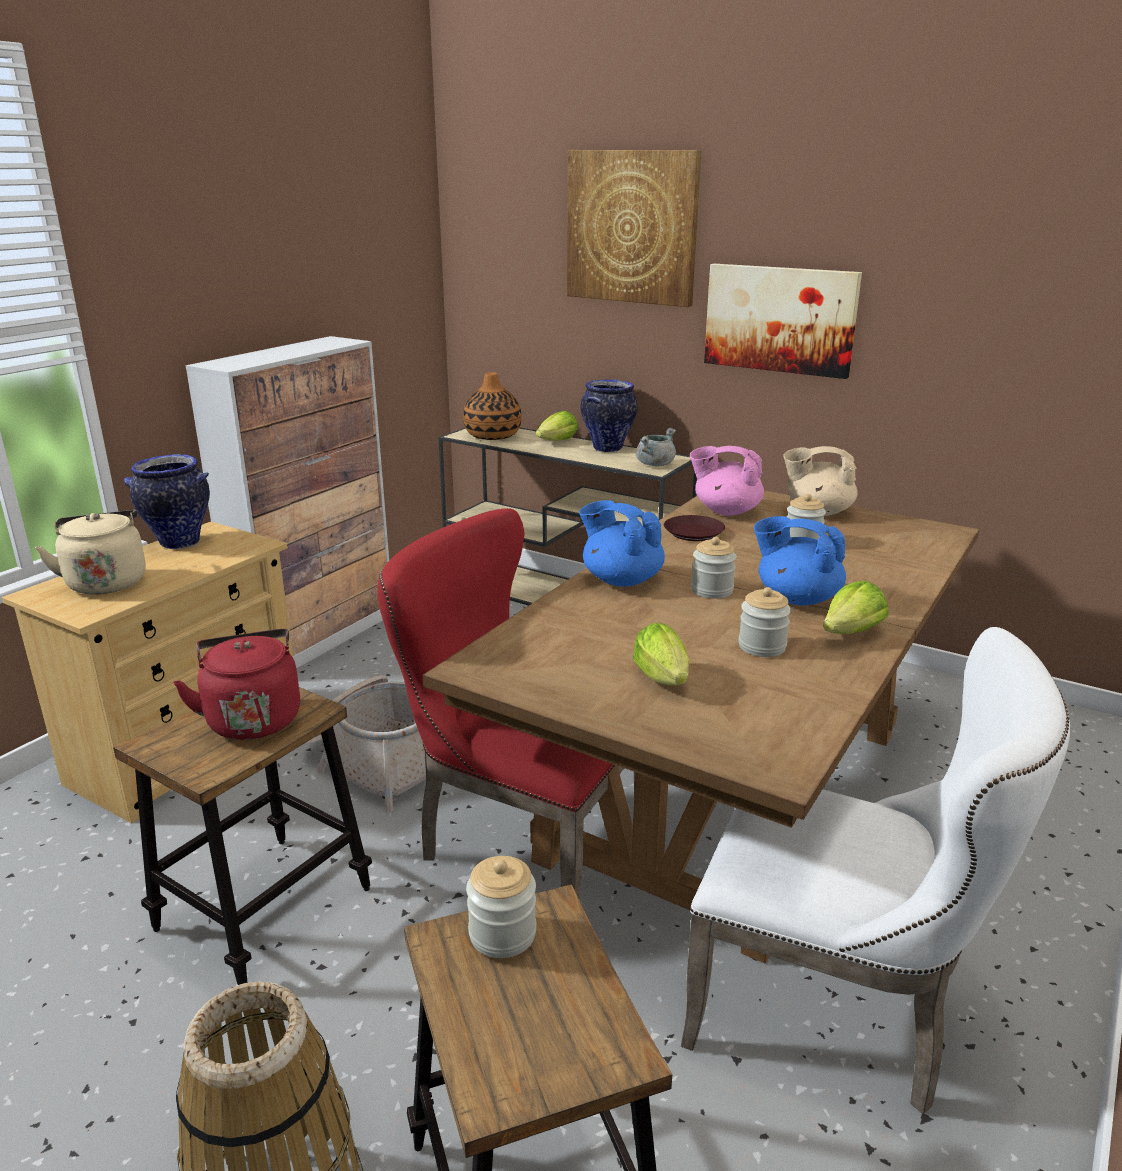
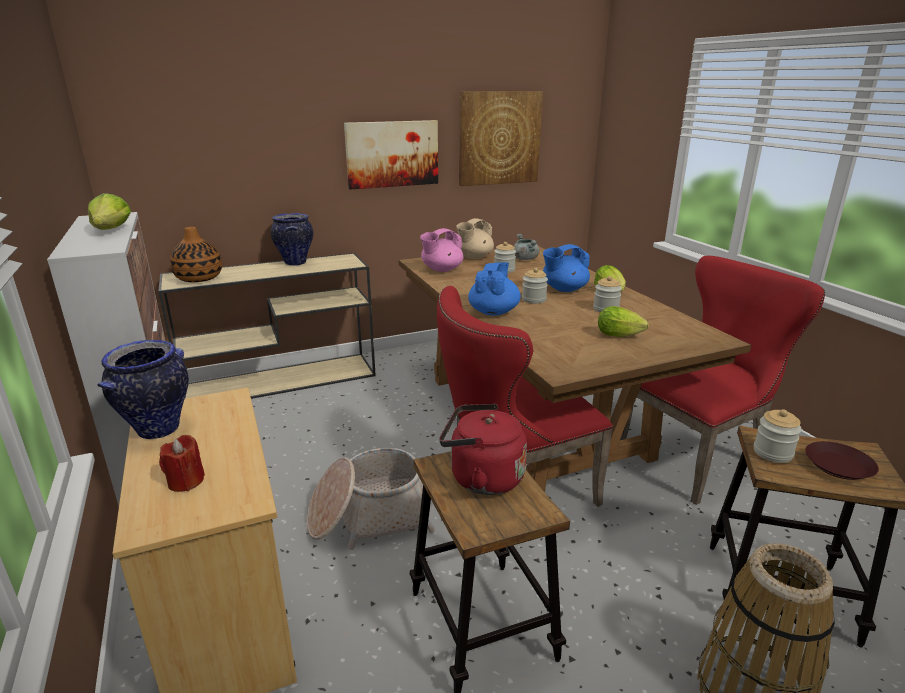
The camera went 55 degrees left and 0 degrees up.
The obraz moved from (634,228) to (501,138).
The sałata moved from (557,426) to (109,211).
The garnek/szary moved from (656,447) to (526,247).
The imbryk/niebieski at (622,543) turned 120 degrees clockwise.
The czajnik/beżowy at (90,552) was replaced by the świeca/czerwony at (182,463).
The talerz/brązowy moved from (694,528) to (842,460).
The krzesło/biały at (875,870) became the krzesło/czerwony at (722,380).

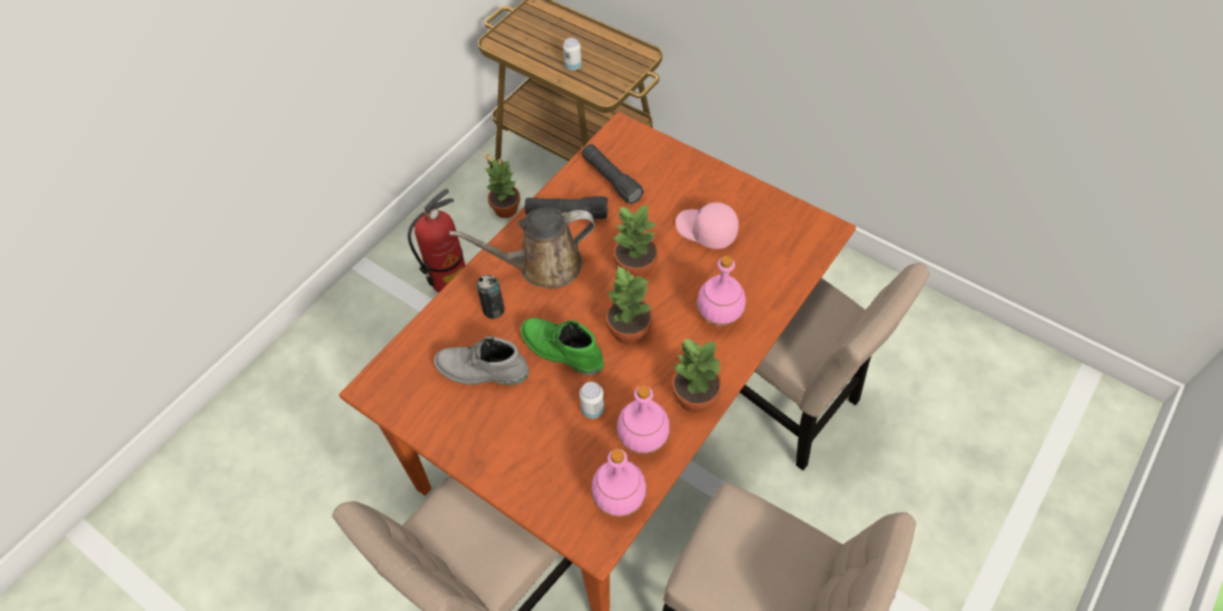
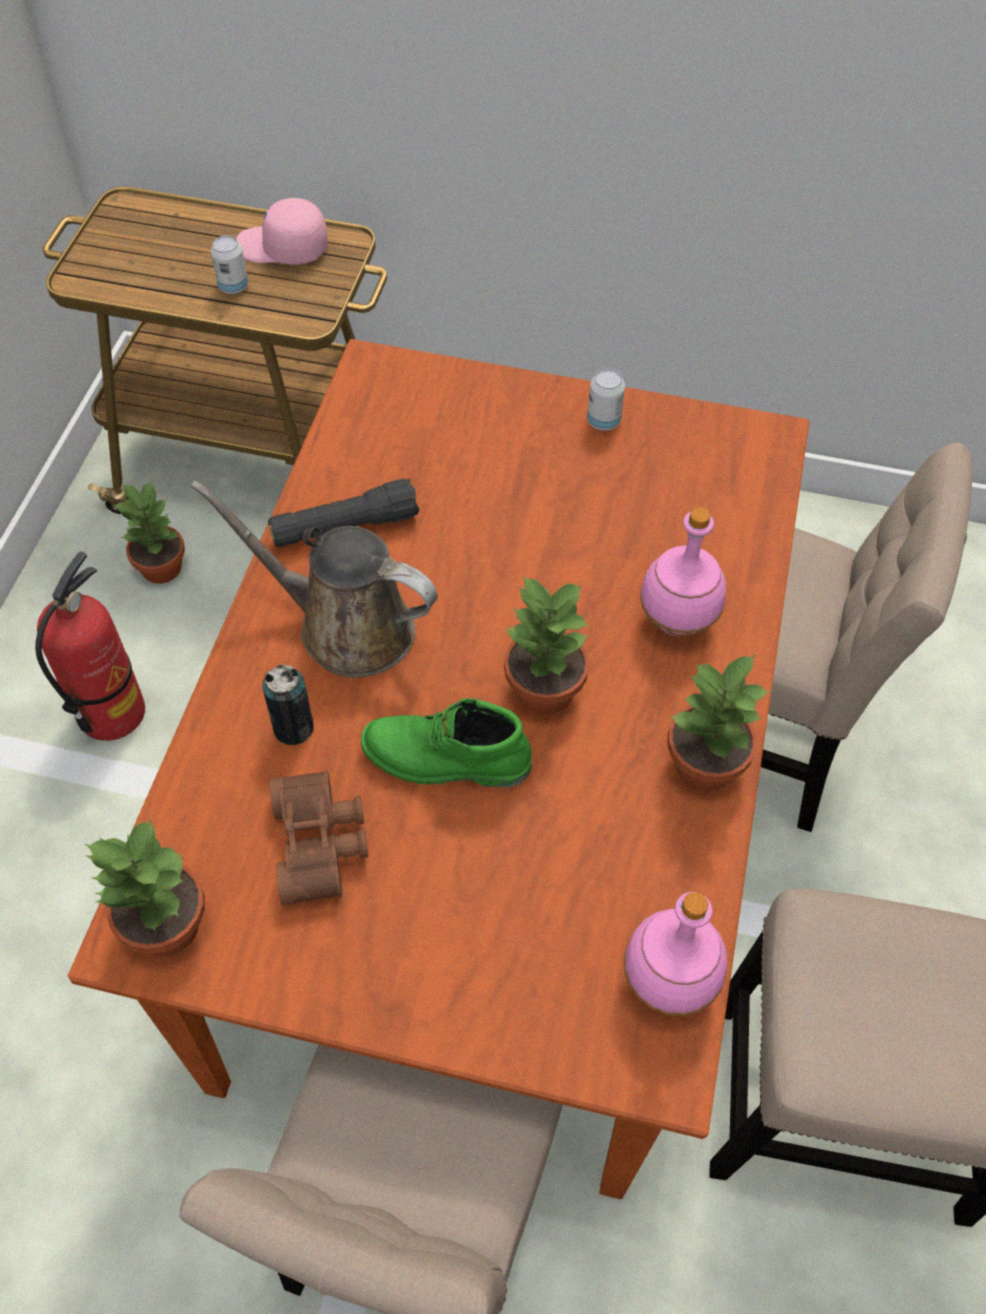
The camera went 25 degrees left and 0 degrees up.
The latarka/czarny at (613,174) disappeared.
The czapka z daszkiem/różowy moved from (707,225) to (282,231).
The roślina doniczkowa moved from (635,241) to (145,887).
The konewka/brązowy at (522,248) turned 60 degrees clockwise.
The but z cholewką/szary at (481,360) was replaced by the lornetka/brązowy at (319,838).
The puszka moved from (591,400) to (606,399).
The butelka/różowy at (643,419) disappeared.

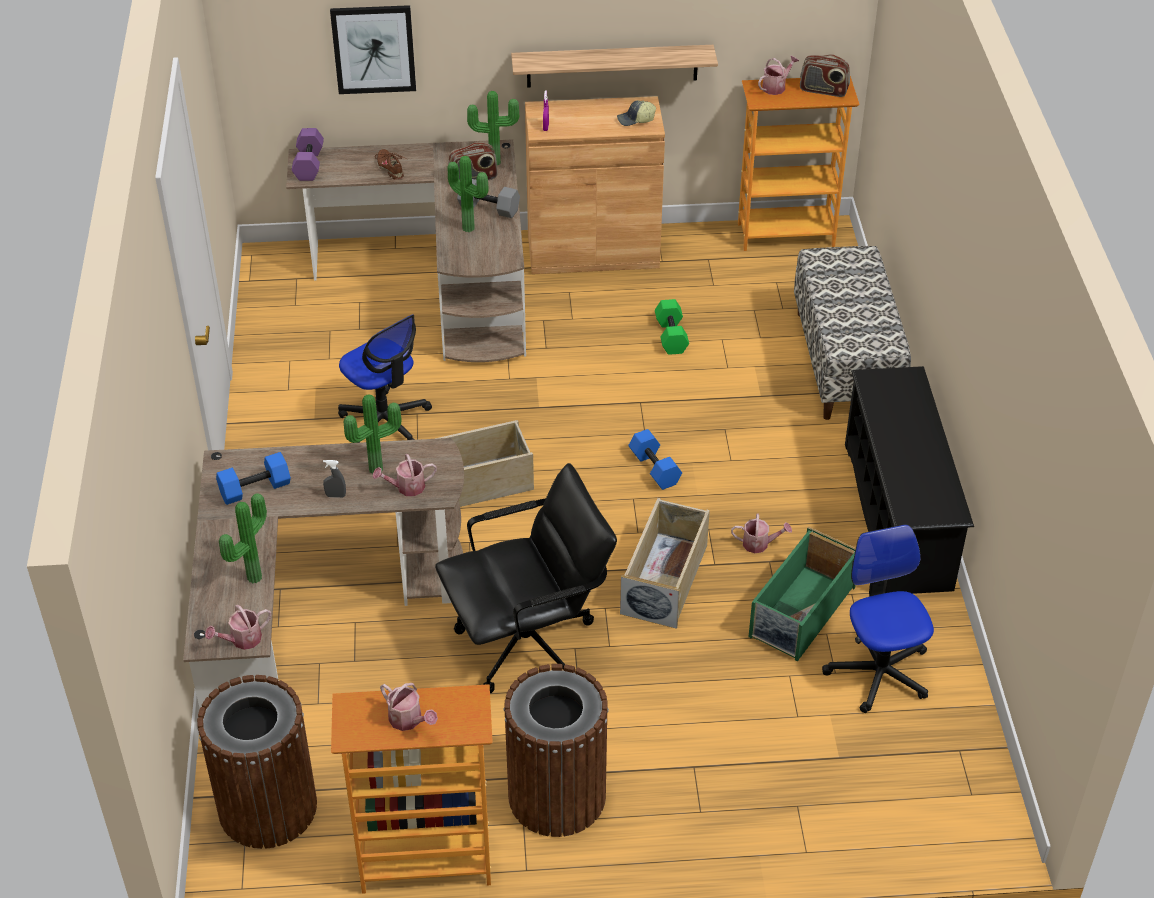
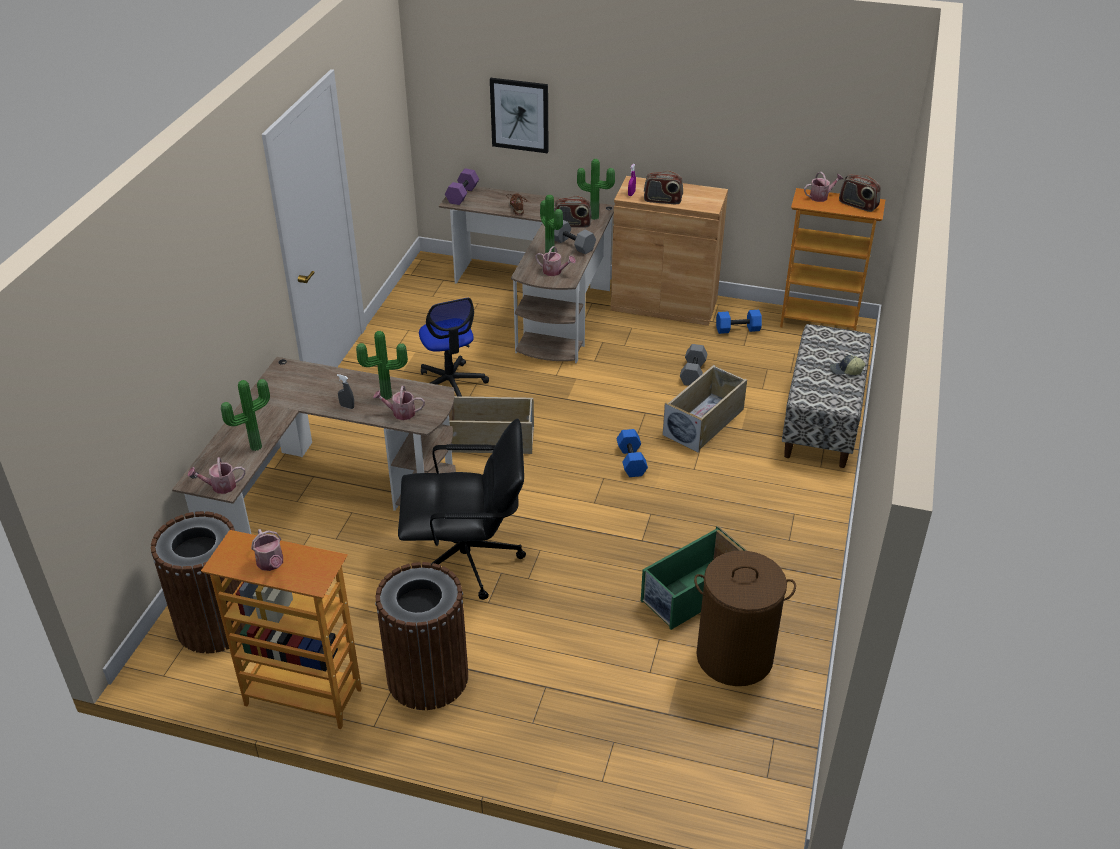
The camera went 20 degrees right and 5 degrees down.
The półka at (614,66) disappeared.
The czapka z daszkiem moved from (636,113) to (848,365).
The hantel/zielony at (672,327) became the hantel/szary at (694,365).
The regał na buty/czarny at (909,480) disappeared.
The hantel/niebieski moved from (253,478) to (739,322).
The pojemnik do przechowywania/beżowy moved from (665,563) to (705,409).
The konewka moved from (761,533) to (555,261).
The krzesło biurowe at (878,618) was replaced by the kosz na pranie/brązowy at (745,618).
The radio at (663,187) appeared.

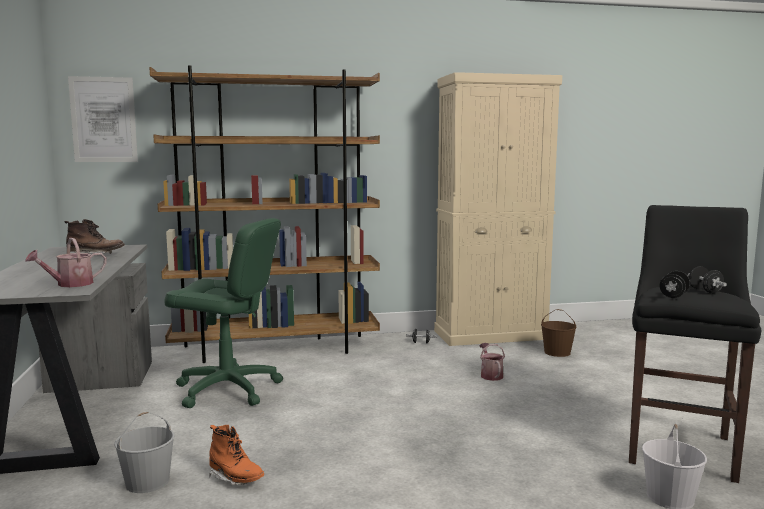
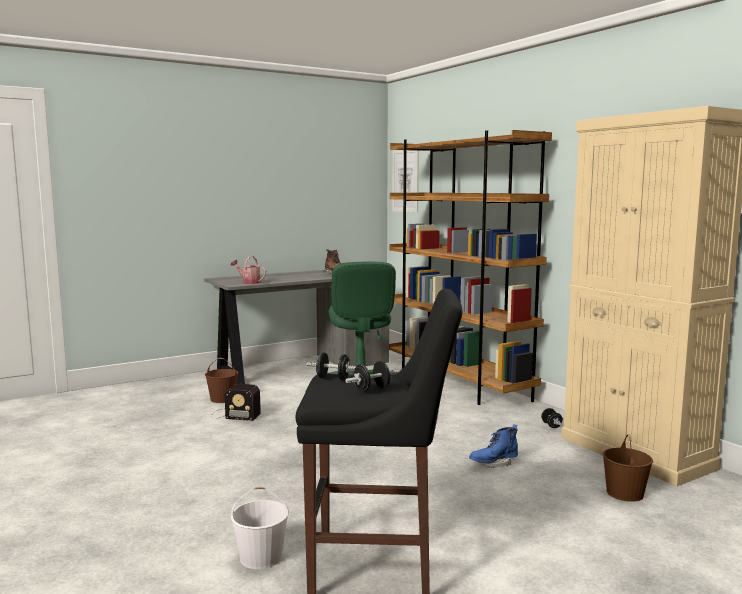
The camera went 70 degrees right and 0 degrees up.
The konewka at (492,362) was replaced by the but z cholewką/niebieski at (493,446).
The wiadro/biały at (144,452) became the wiadro/brązowy at (221,380).
The but z cholewką/pomarańczowy at (236,455) was replaced by the radio at (236,402).

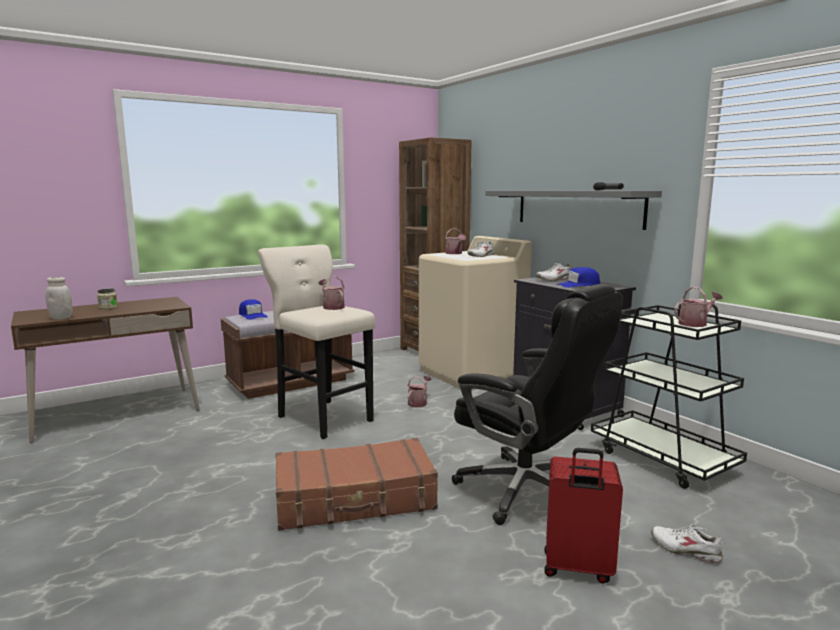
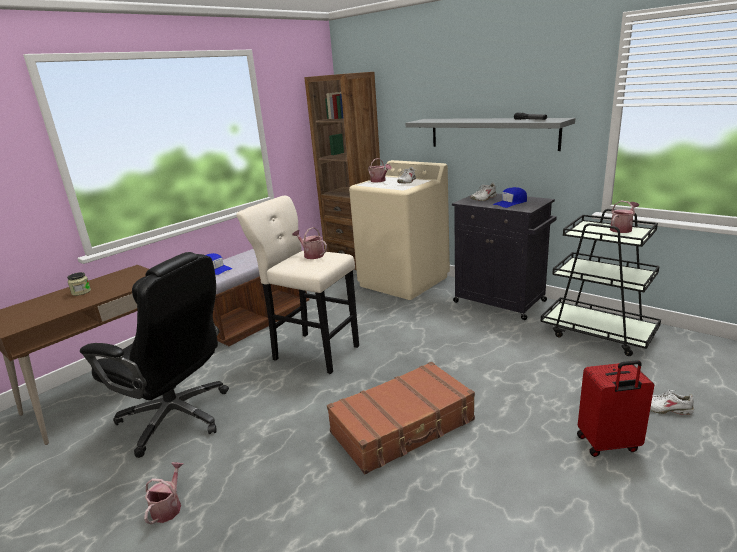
The camera went 15 degrees left and 10 degrees up.
The słoik/biały at (59,298) disappeared.
The krzesło biurowe/czarny moved from (537,404) to (154,355).
The konewka moved from (419,391) to (164,493).

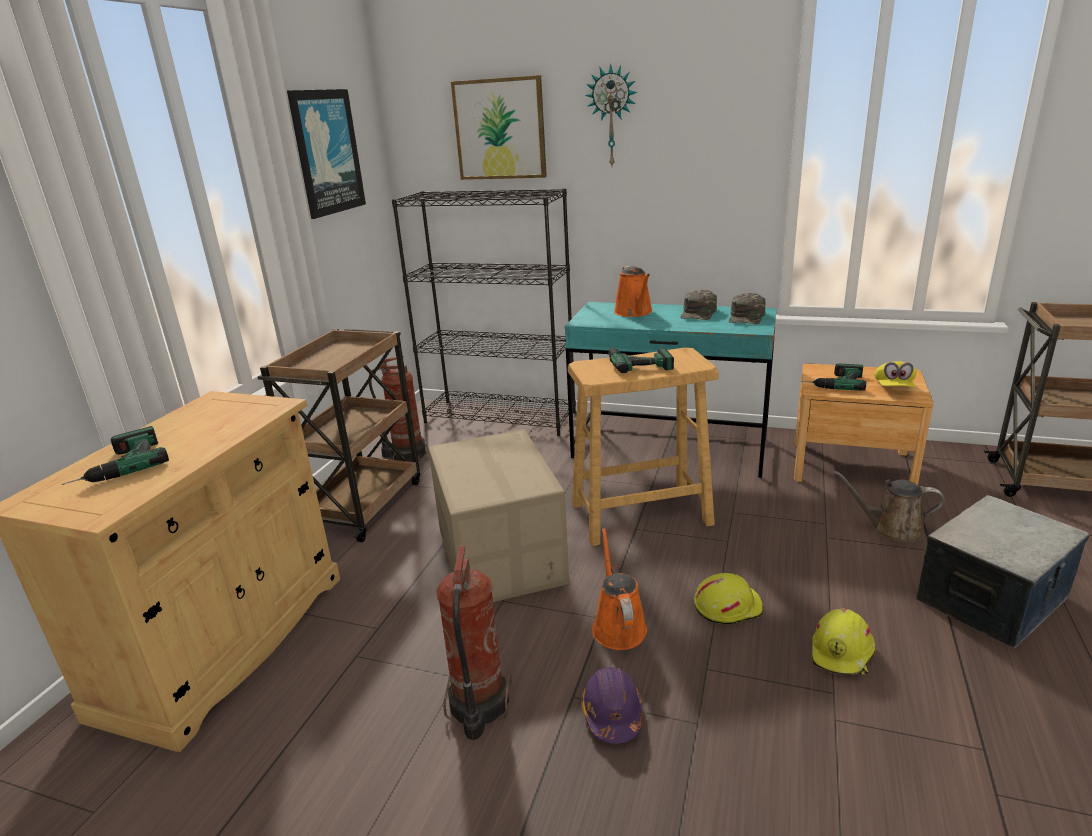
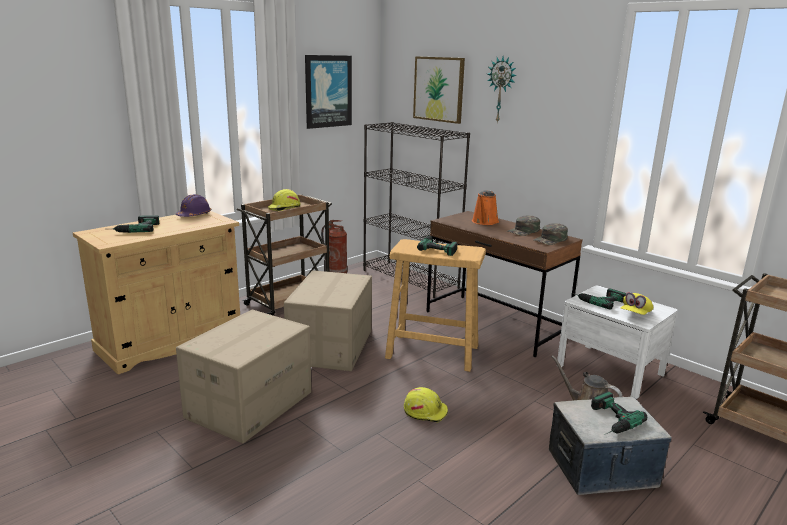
The camera went 25 degrees right and 5 degrees down.
The biurko/turkusowy at (671,390) became the biurko/brązowy at (505,284).
The szafka nocna/brązowy at (863,424) became the szafka nocna/biały at (617,342).
The konewka/pomarańczowy at (619,589) disappeared.
The gaśnica at (473,642) was replaced by the karton at (243,377).
The kask/żółty moved from (843,641) to (284,200).
The kask/fioletowy moved from (612,705) to (193,205).
The wiertarka at (619,412) appeared.

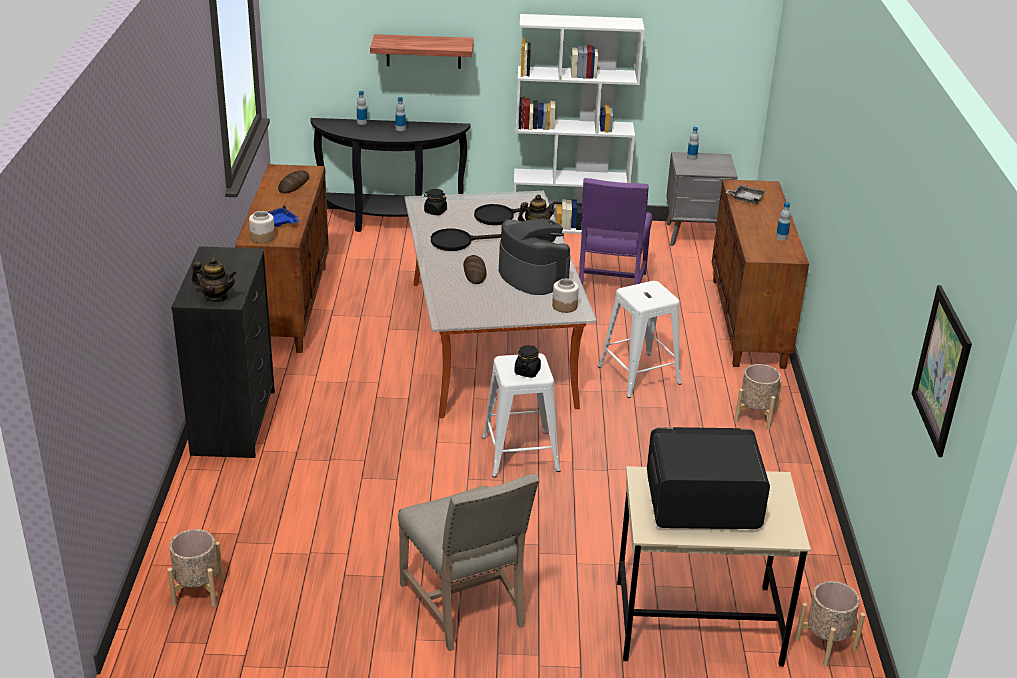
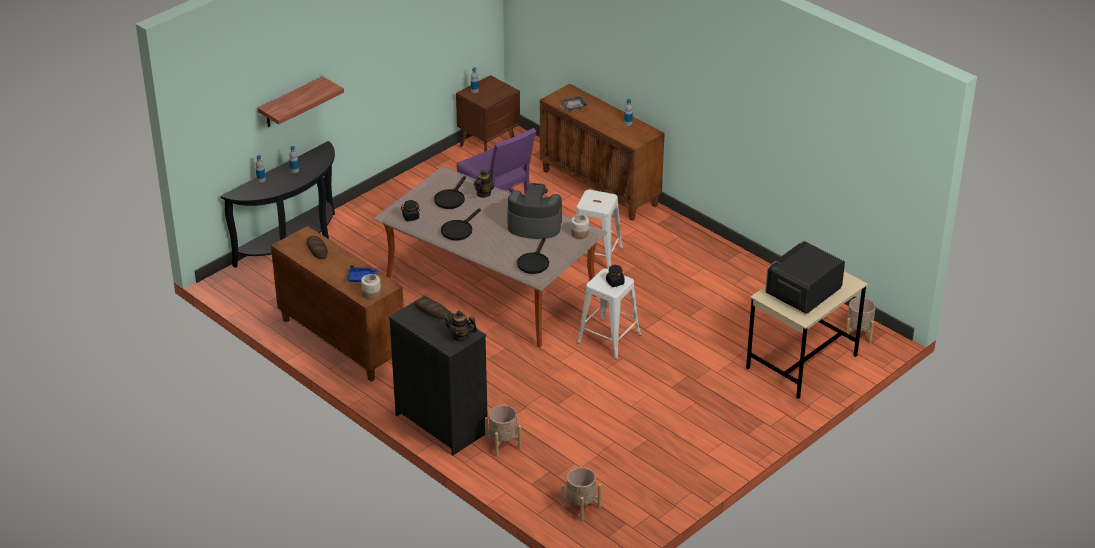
The camera went 45 degrees left and 5 degrees up.
The regał/biały at (579,124) disappeared.
The szafka nocna/szary at (702,199) became the szafka nocna/brązowy at (488,113).
The chleb moved from (474,269) to (432,308).
The imbryk at (214,279) turned 135 degrees counterclockwise.
The obraz at (942,371) disappeared.
The donica/beżowy moved from (758,397) to (503,431).
The krzesło/beżowy at (468,562) disappeared.
The patelnia/czarny at (533,255) appeared.

